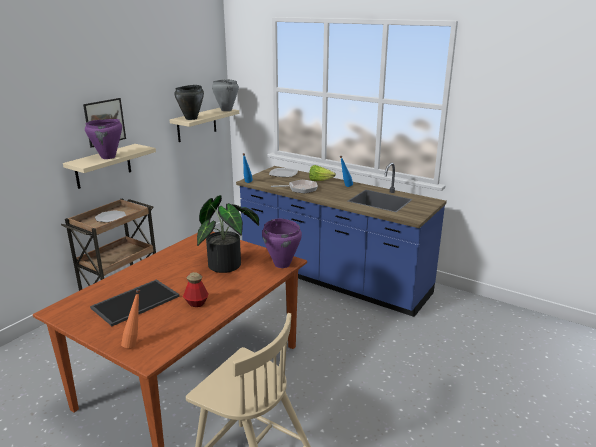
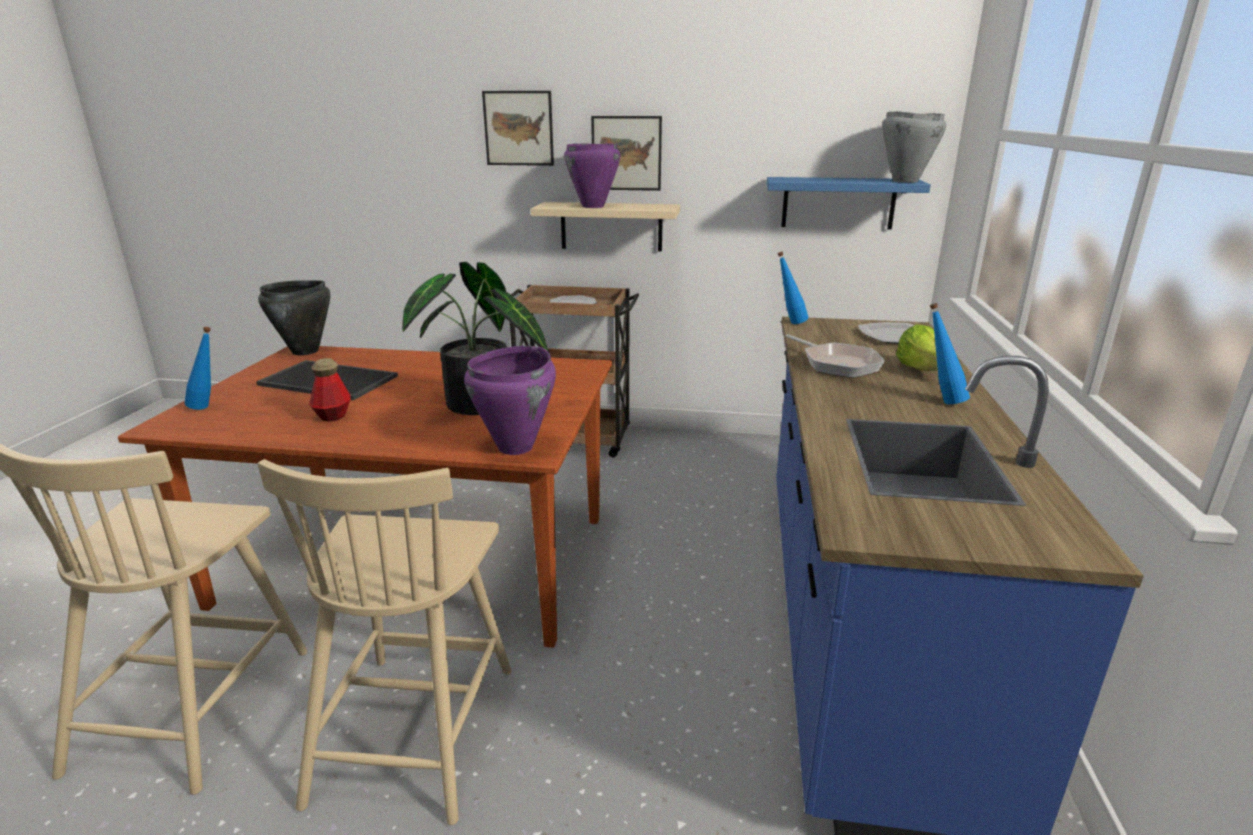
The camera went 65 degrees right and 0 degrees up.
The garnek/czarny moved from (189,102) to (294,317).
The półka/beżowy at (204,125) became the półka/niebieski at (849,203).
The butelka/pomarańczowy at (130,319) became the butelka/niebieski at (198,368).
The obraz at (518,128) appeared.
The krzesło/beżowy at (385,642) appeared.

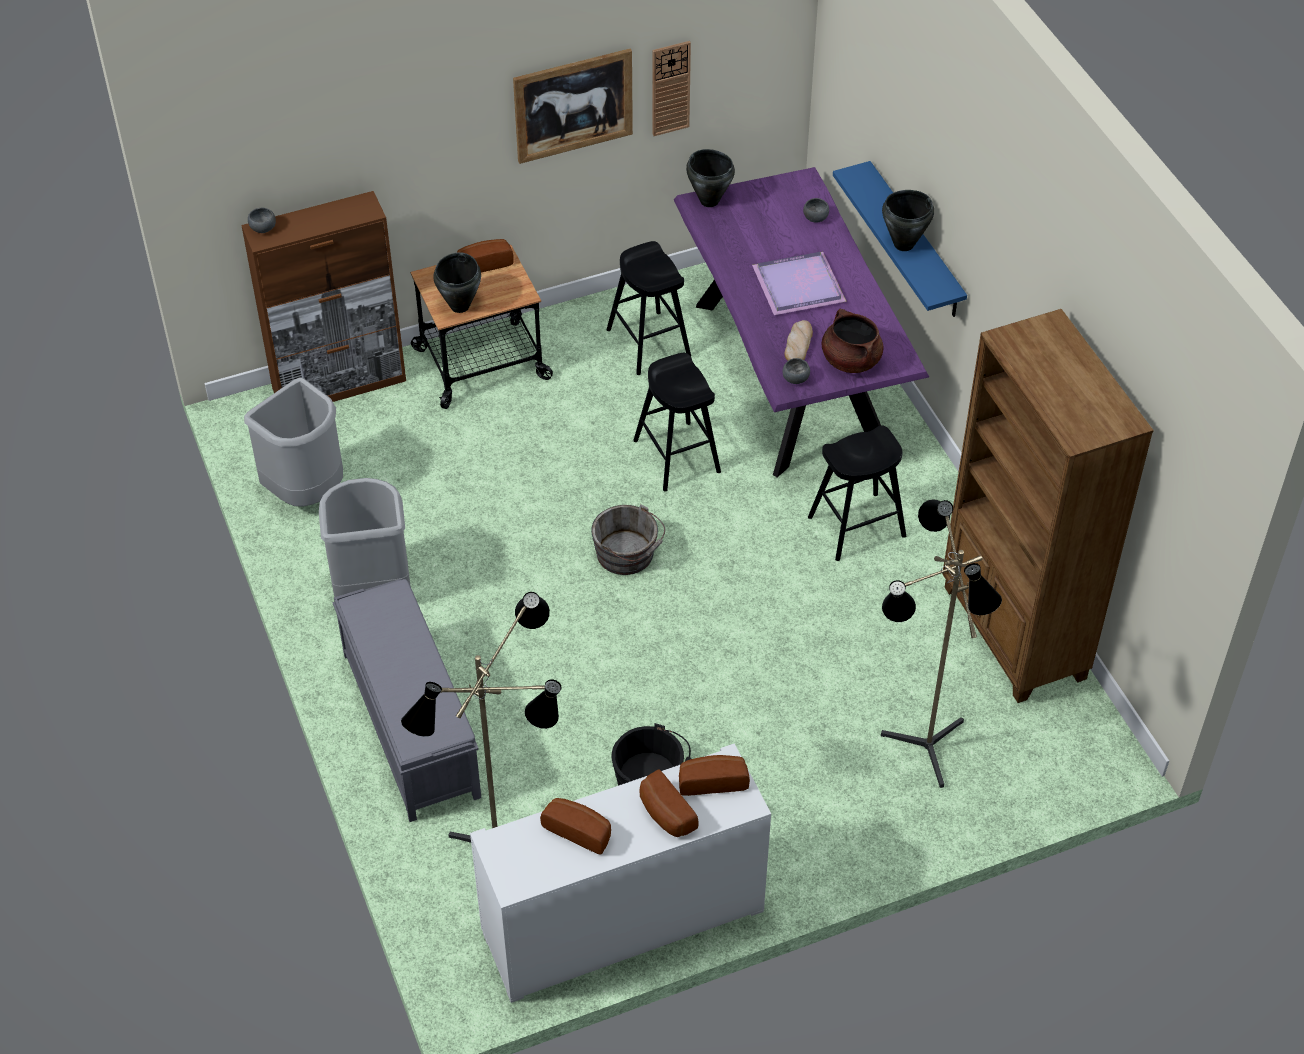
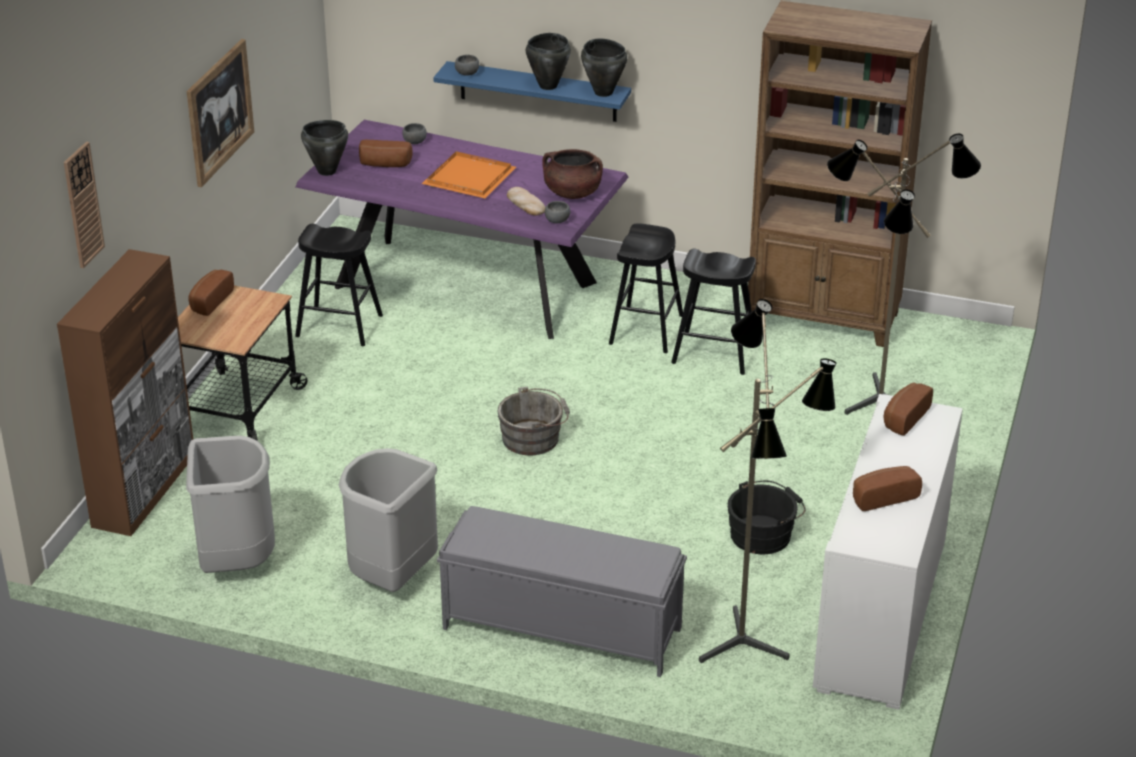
The camera went 50 degrees left and 15 degrees down.
The zegar ścienny moved from (671,88) to (84,205).
The miska/szary moved from (262,220) to (467,65).
The garnek/czarny moved from (457,282) to (604,67).
The taca/fioletowy at (799,283) became the taca/pomarańczowy at (469,174).
The stołek/czarny moved from (677,422) to (713,312).
The chleb moved from (668,803) to (385,153).

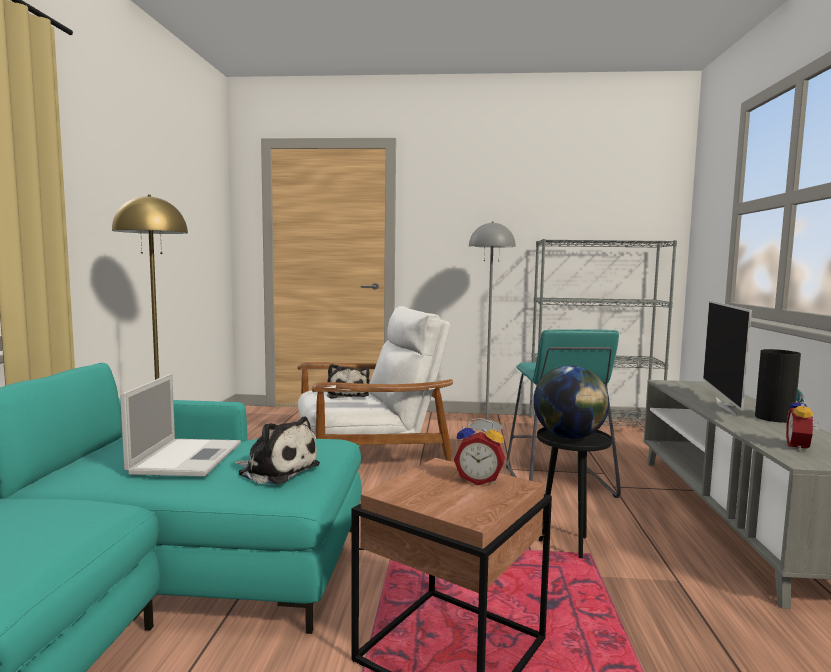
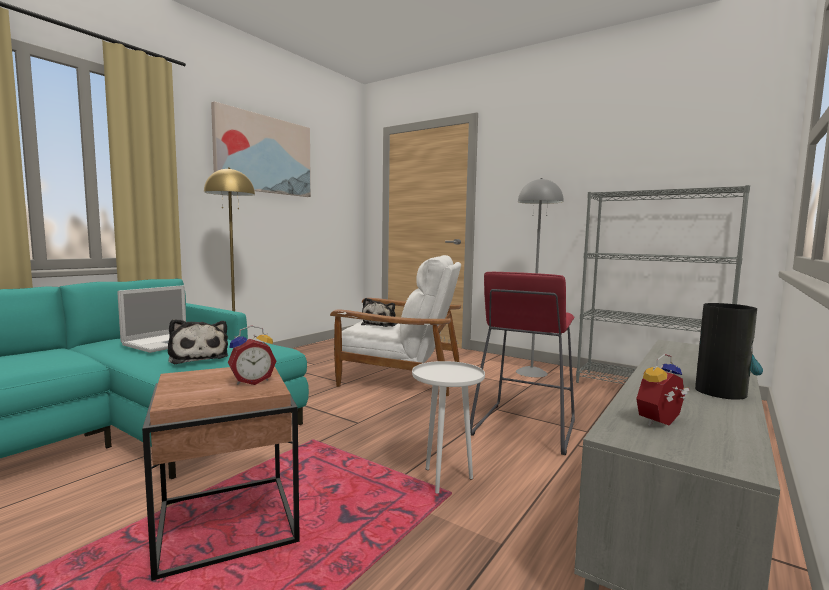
The camera went 30 degrees right and 0 degrees up.
The telewizor at (727,358) disappeared.
The stołek/turkusowy at (563,413) became the stołek/czerwony at (522,363).
The globus at (571,402) disappeared.
The budzik at (479,452) turned 75 degrees counterclockwise.
The stolik/czarny at (574,492) became the stolik/biały at (448,427).
The obraz at (261,149) appeared.

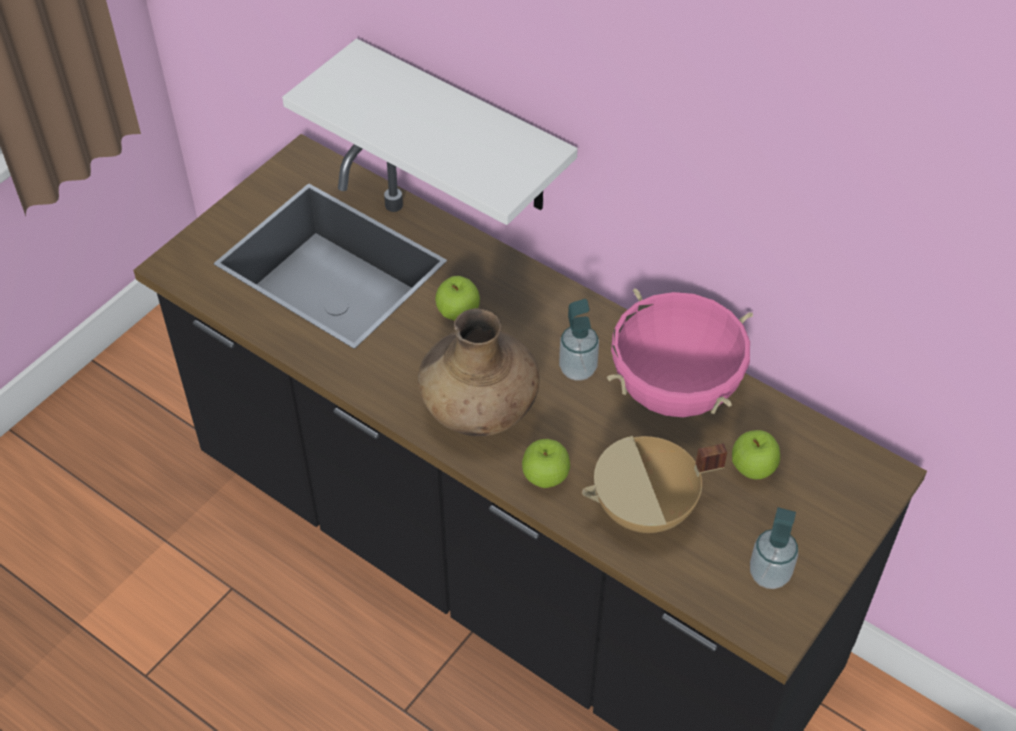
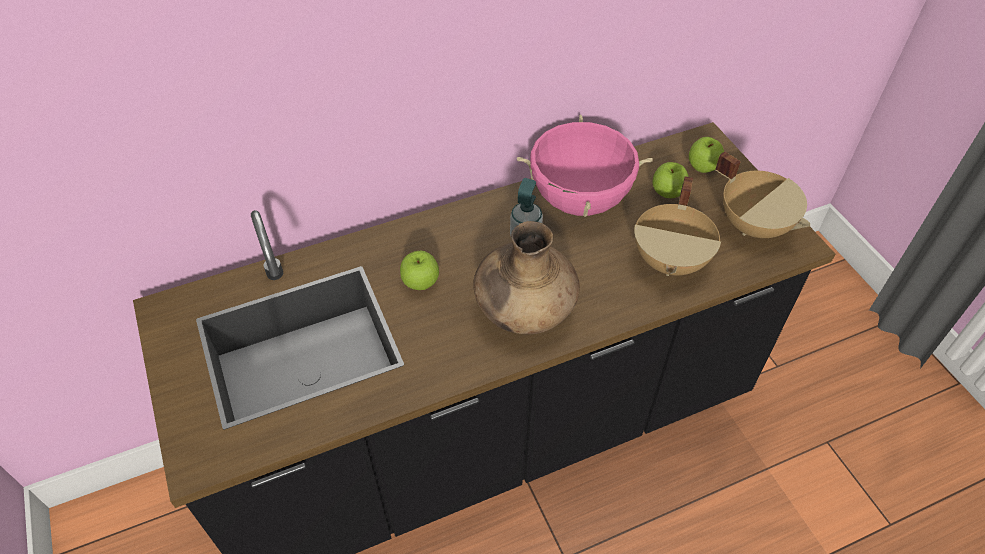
The camera went 60 degrees left and 0 degrees up.
The półka/biały at (430,132) disappeared.
The jabłko moved from (546,463) to (706,155).
The dozownik mydła at (774,548) was replaced by the garnek/beżowy at (762,194).

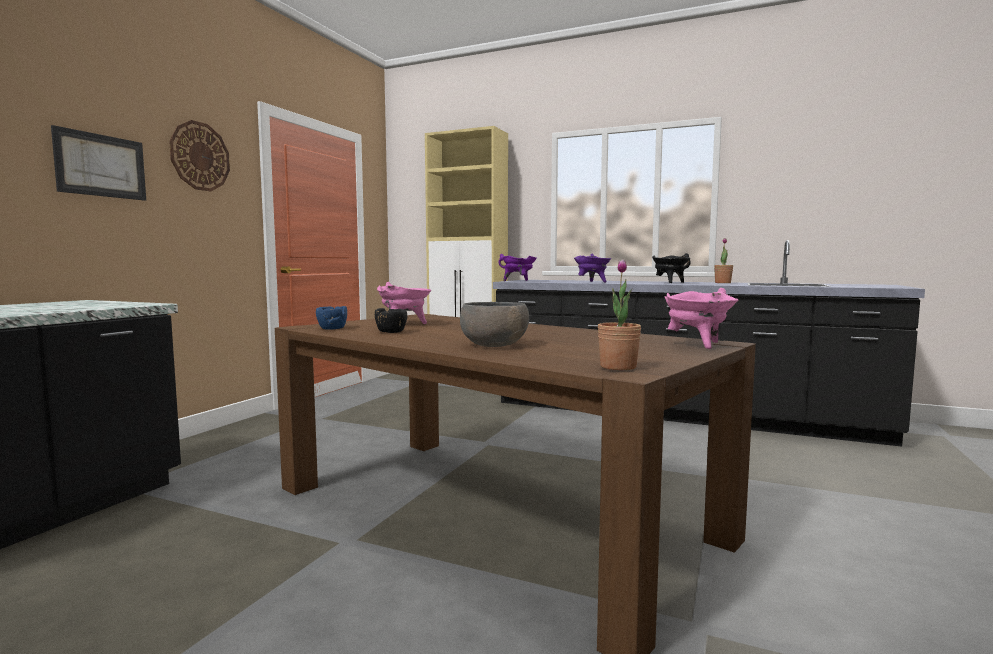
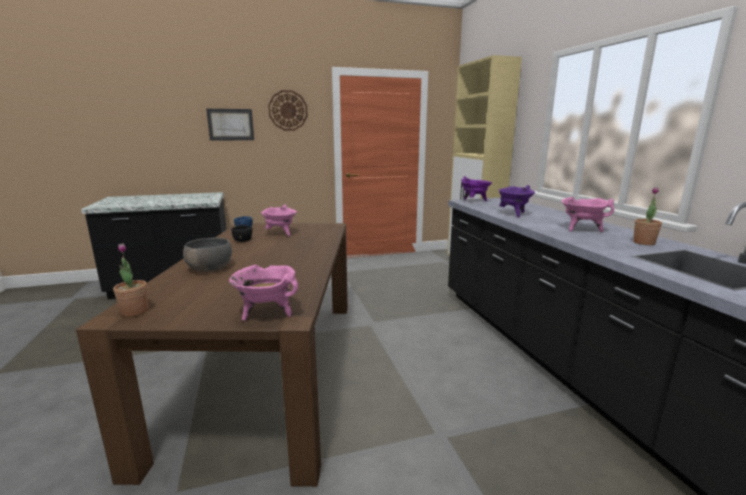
The camera went 50 degrees right and 10 degrees up.
The garnek/czarny at (671,268) became the garnek/różowy at (588,214).

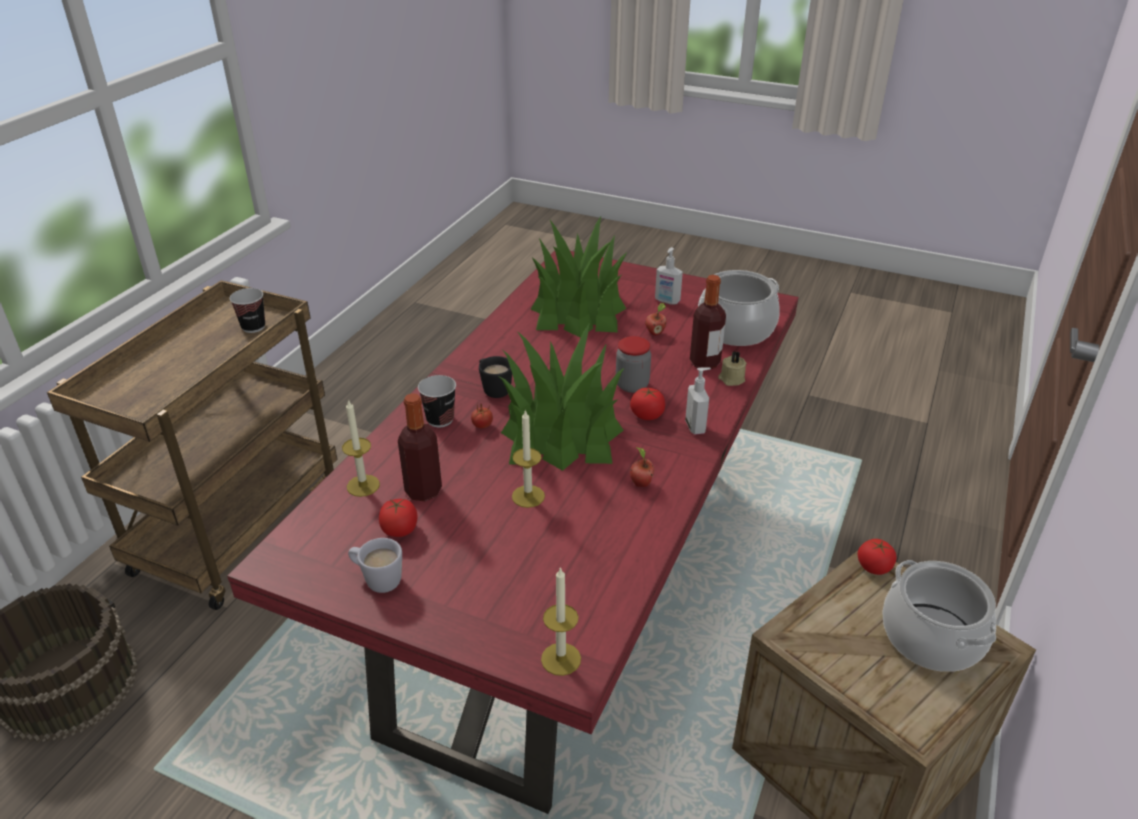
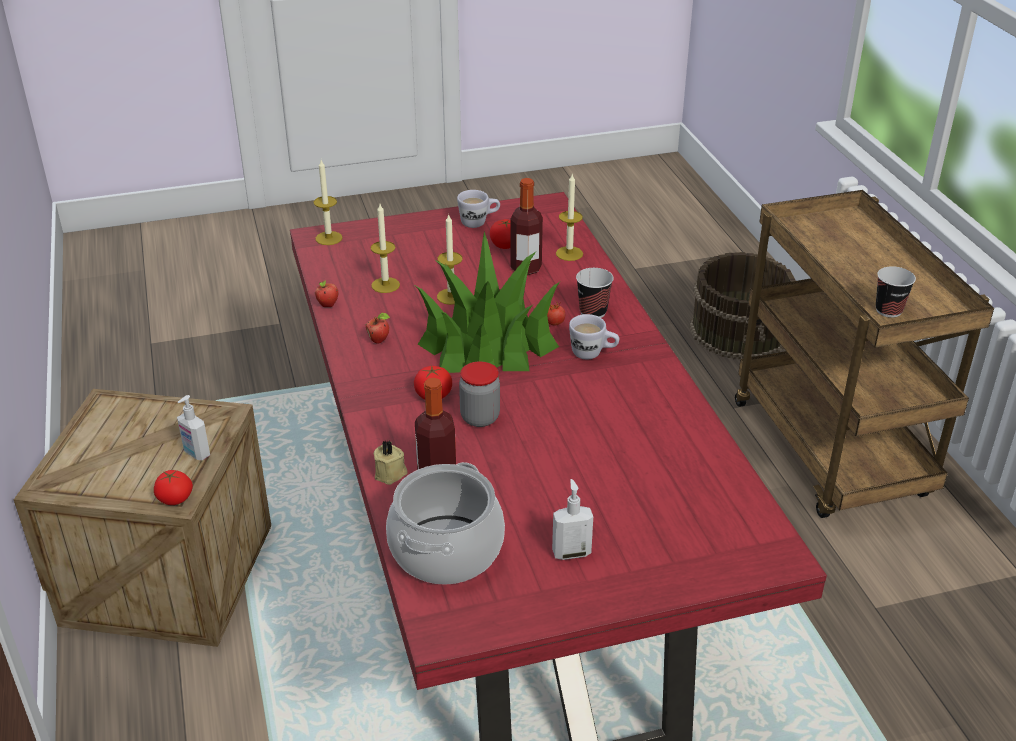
The camera went 140 degrees right and 0 degrees up.
The roślina doniczkowa at (579,277) disappeared.
The jabłko moved from (656,319) to (326,293).
The kubek/czarny at (495,377) became the kubek/biały at (594,336).
The dozownik mydła moved from (698,401) to (193,427).
The garnek at (939,616) disappeared.
The świeca at (385,248) appeared.

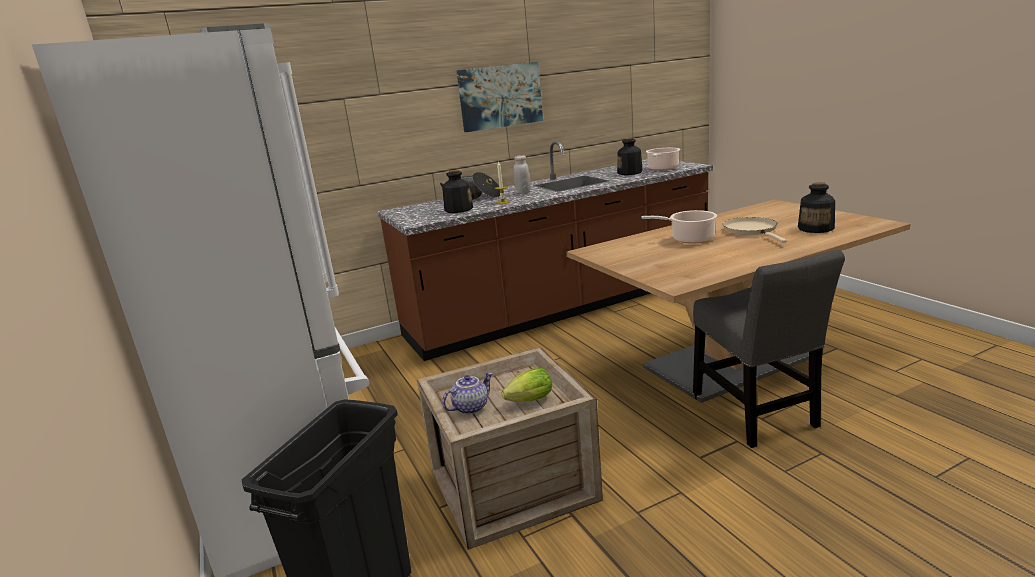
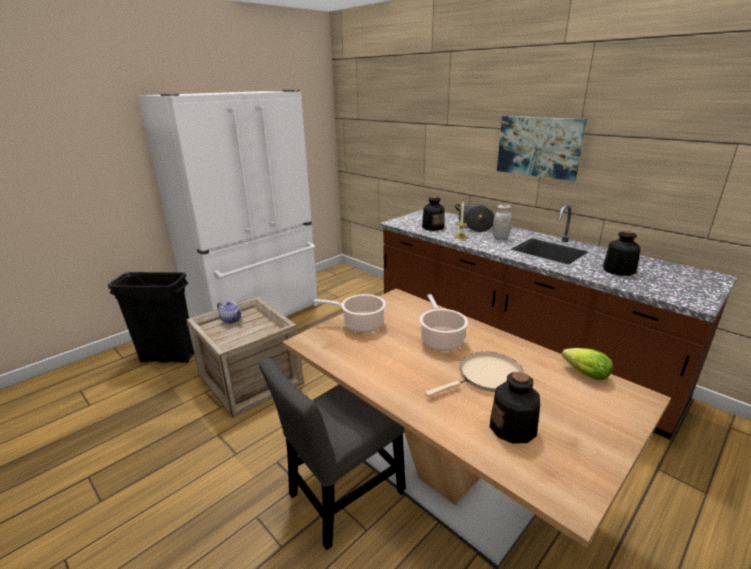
The camera went 70 degrees right and 5 degrees up.
The garnek moved from (663,159) to (350,313).
The sałata moved from (526,385) to (587,364).

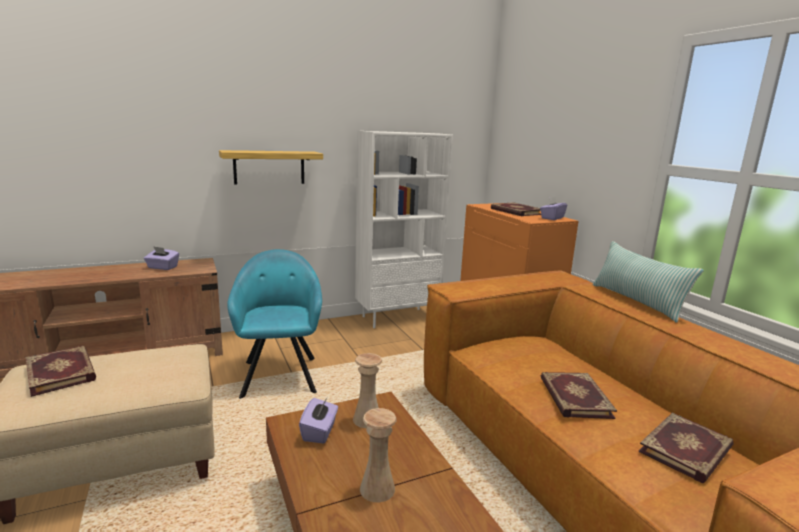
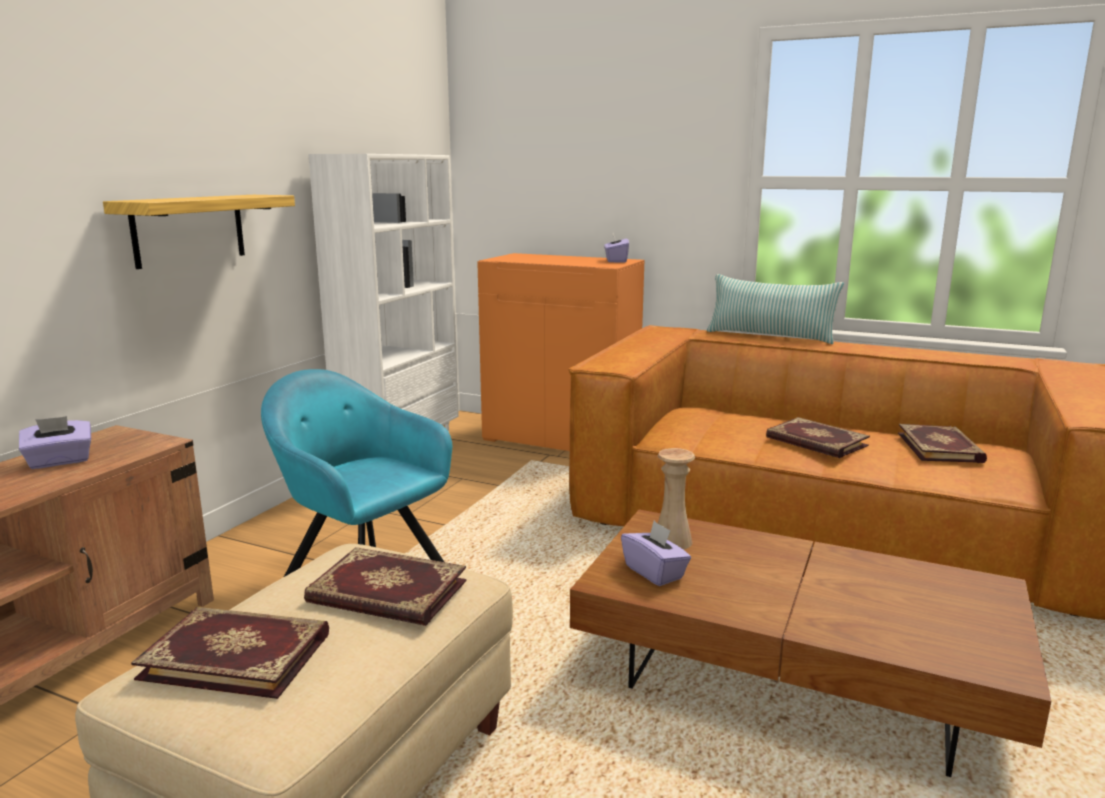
The camera went 40 degrees left and 0 degrees up.
The książka moved from (516,209) to (385,586).
The wazon/beżowy at (378,455) disappeared.

